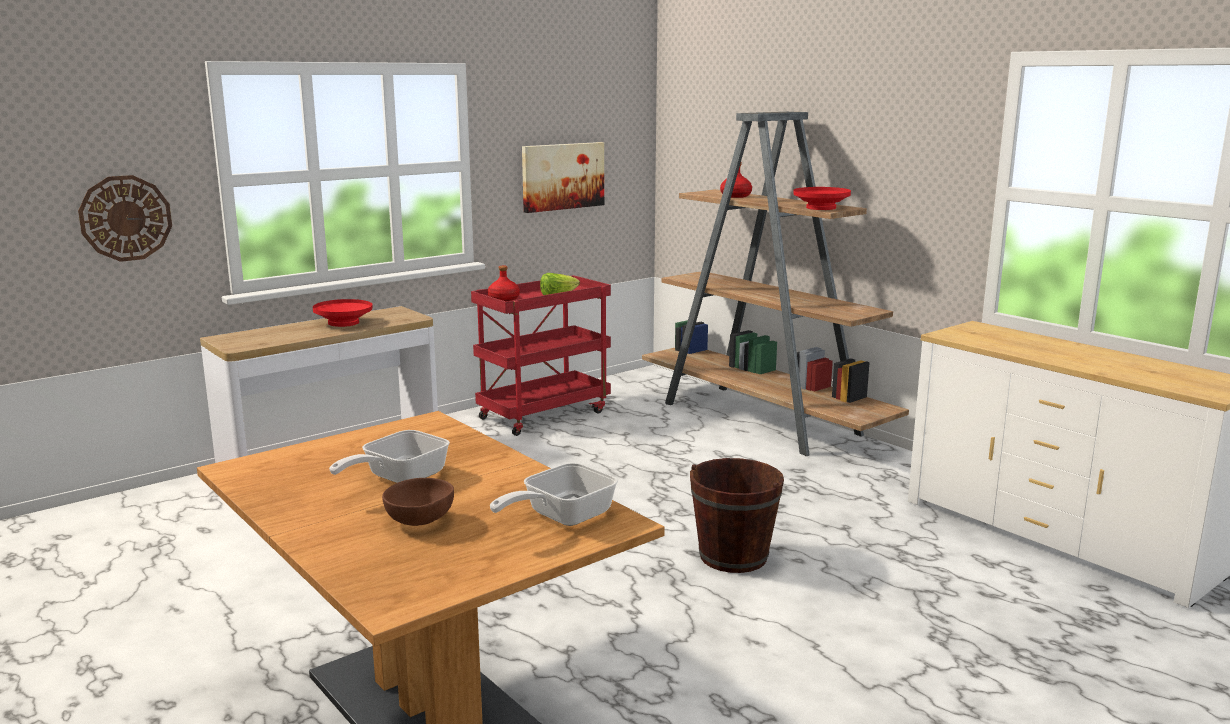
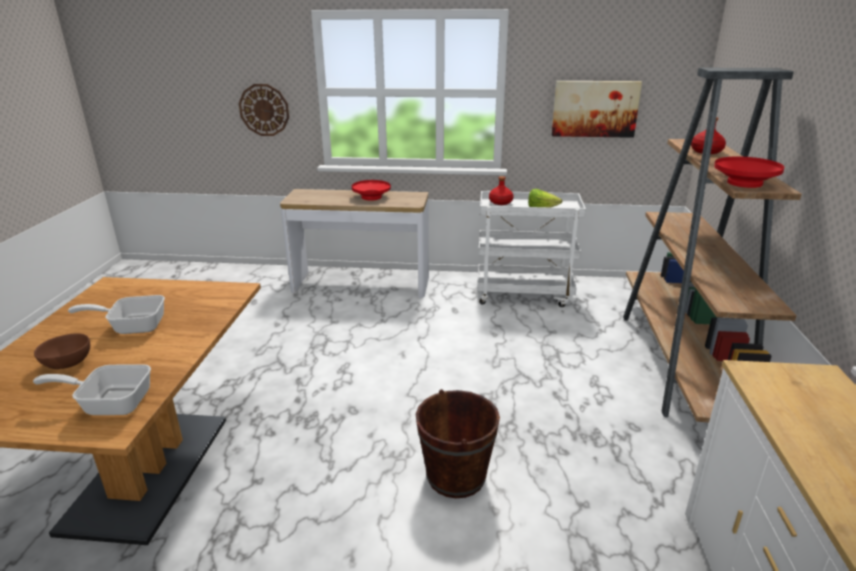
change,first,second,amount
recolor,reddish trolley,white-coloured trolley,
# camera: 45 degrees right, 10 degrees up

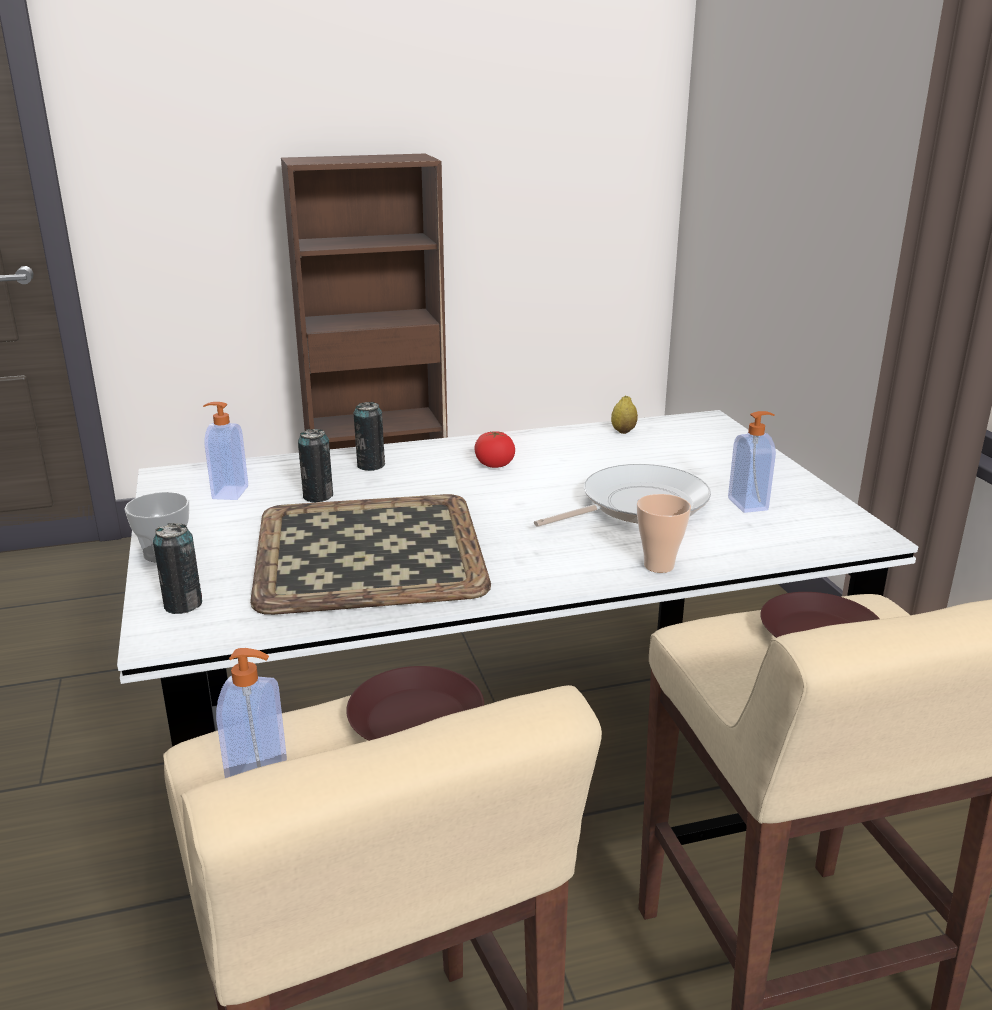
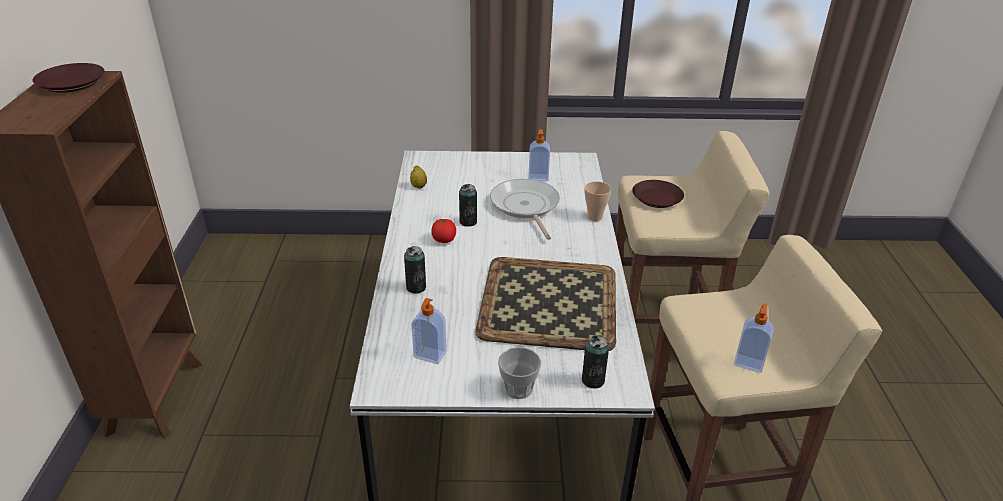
change,first,second,amount
move,can (2nd from left),,
move,brown plate (1st from left),,
# camera: 75 degrees left, 10 degrees up

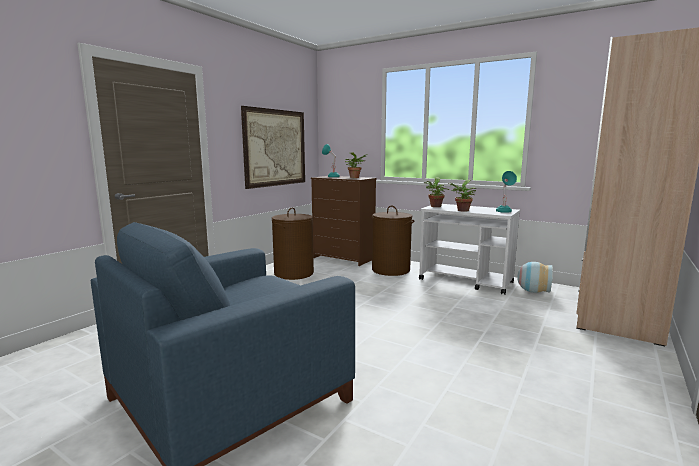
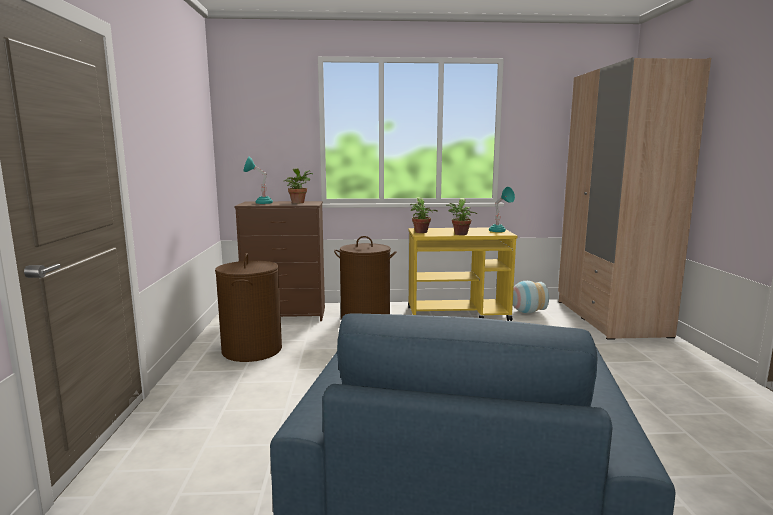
change,first,second,amount
delete,wall art,,
recolor,white-coloured trolley,yellow-coloured trolley,
# camera: 35 degrees left, 0 degrees up

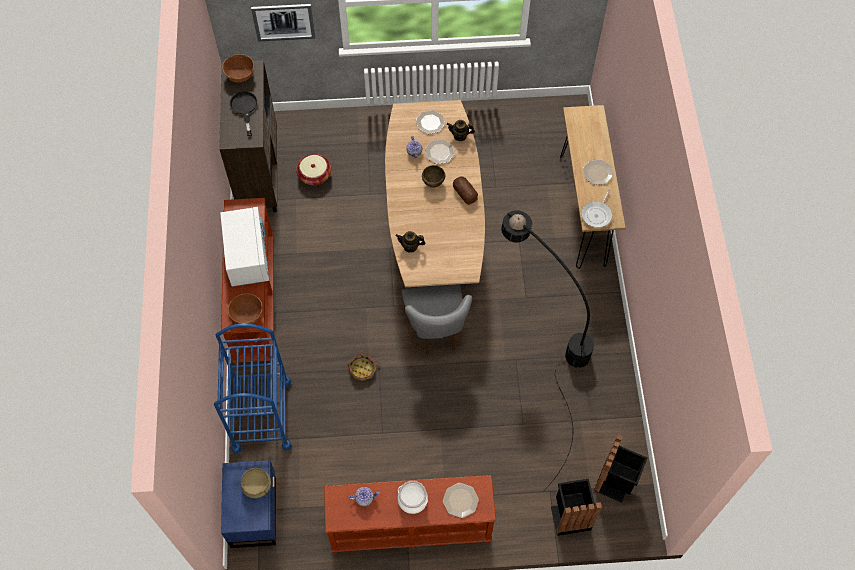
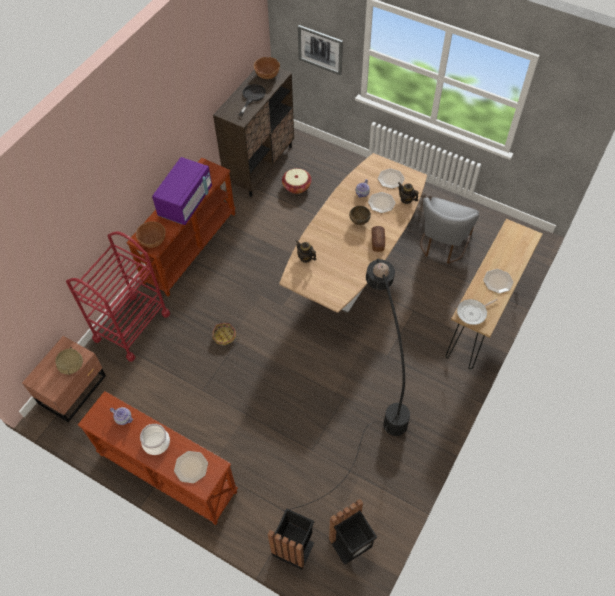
change,first,second,amount
move,grey upright chair,,
recolor,blue-coloured trolley,reddish trolley,
recolor,white-coloured kitchen microwave,purple kitchen microwave,
recolor,blue-coloured nightstand,brown nightstand,
# camera: 35 degrees right, 5 degrees down

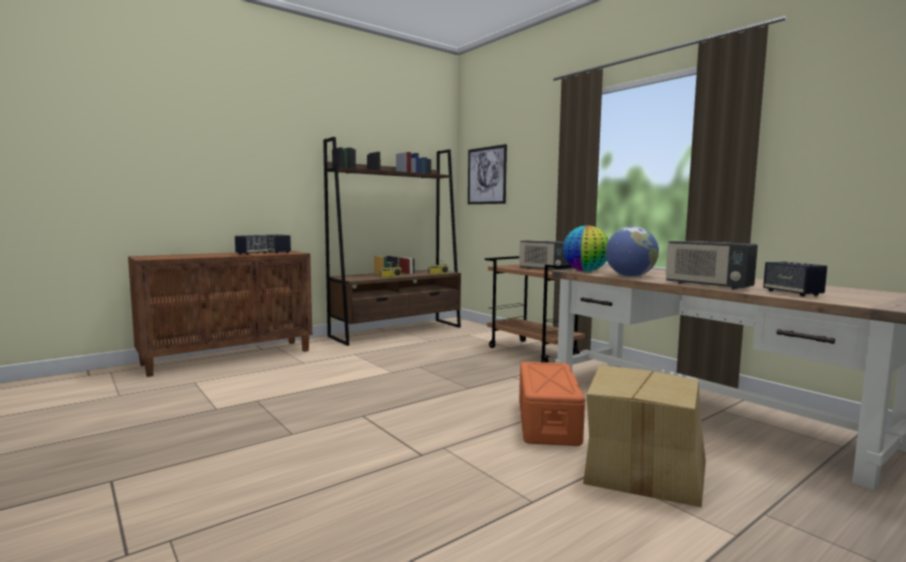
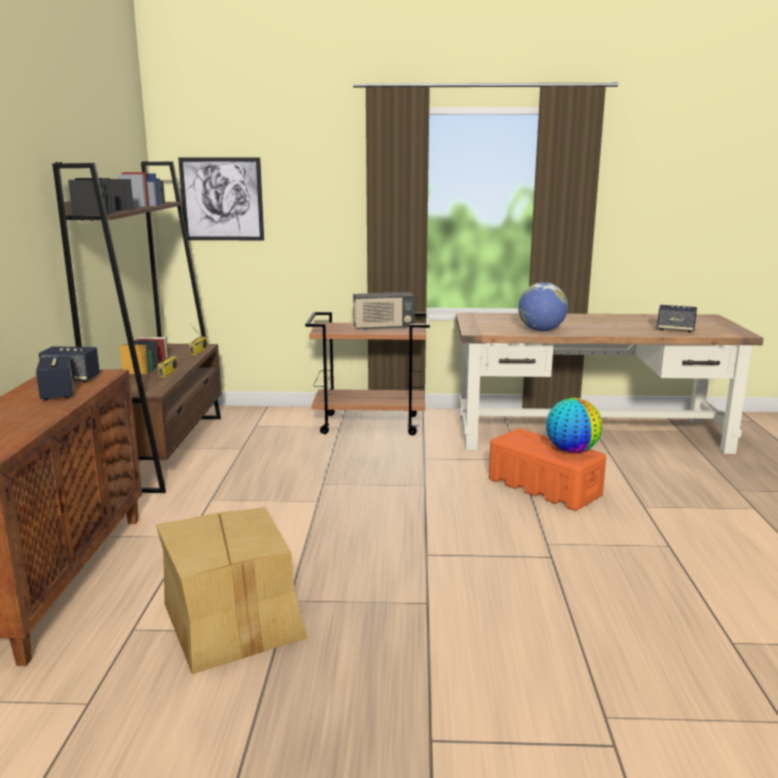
change,first,second,amount
delete,radio set (4th from left),,
move,globe (1st from left in the first image),globe (2nd from left),
move,packing box,,
# camera: 50 degrees left, 10 degrees up

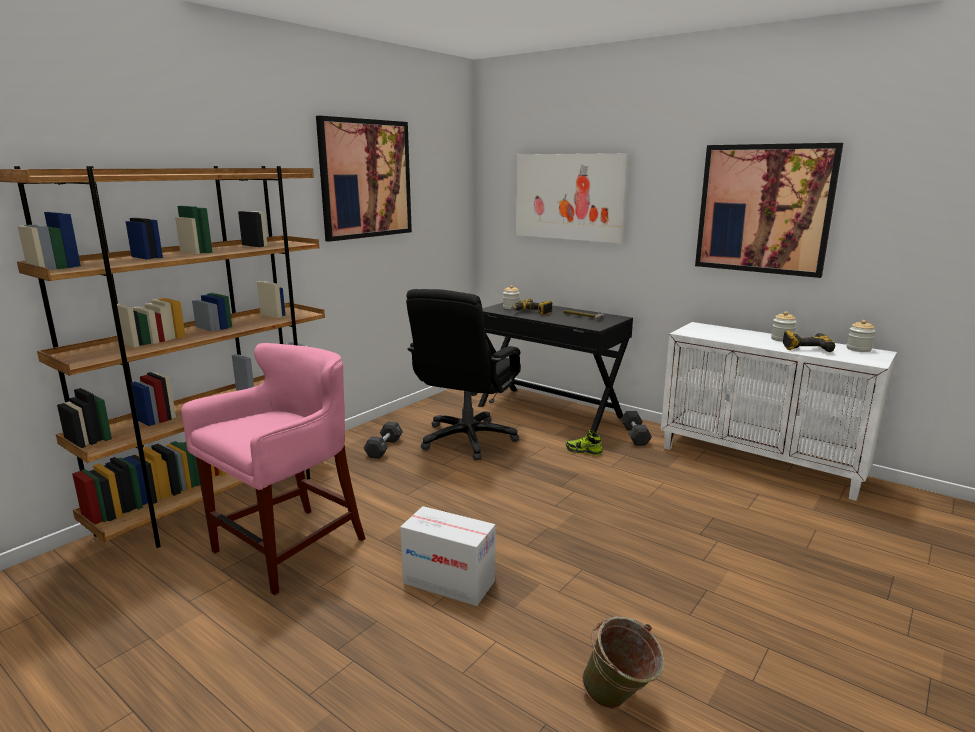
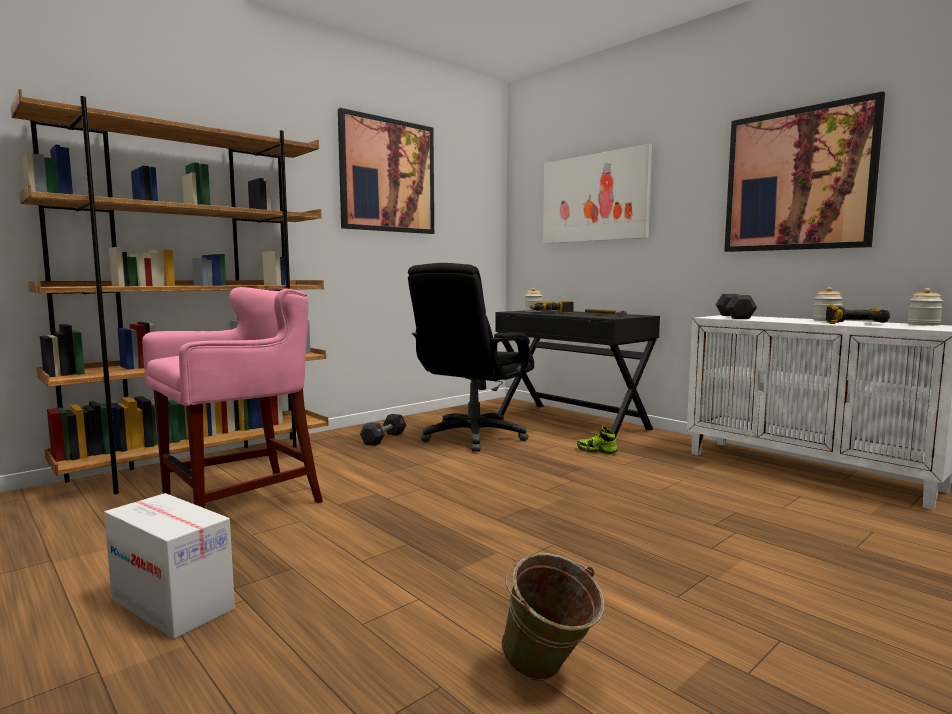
change,first,second,amount
move,packing box,,
move,blackish free weight (2nd from left),,
# camera: 10 degrees right, 10 degrees down

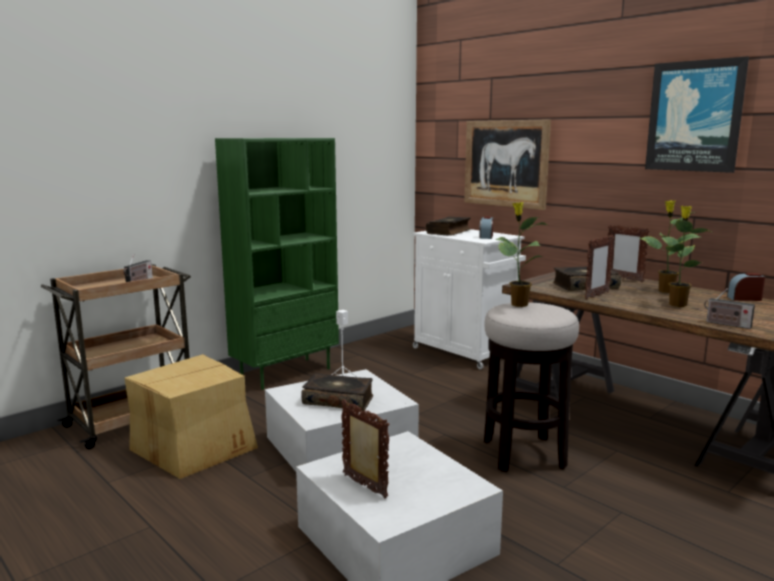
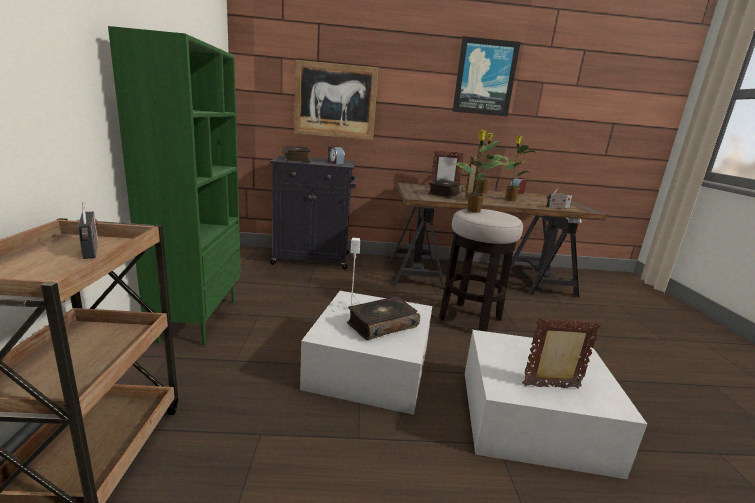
change,first,second,amount
delete,packing box,,
recolor,white-coloured cupboard,blackish cupboard,
# camera: 50 degrees left, 5 degrees up

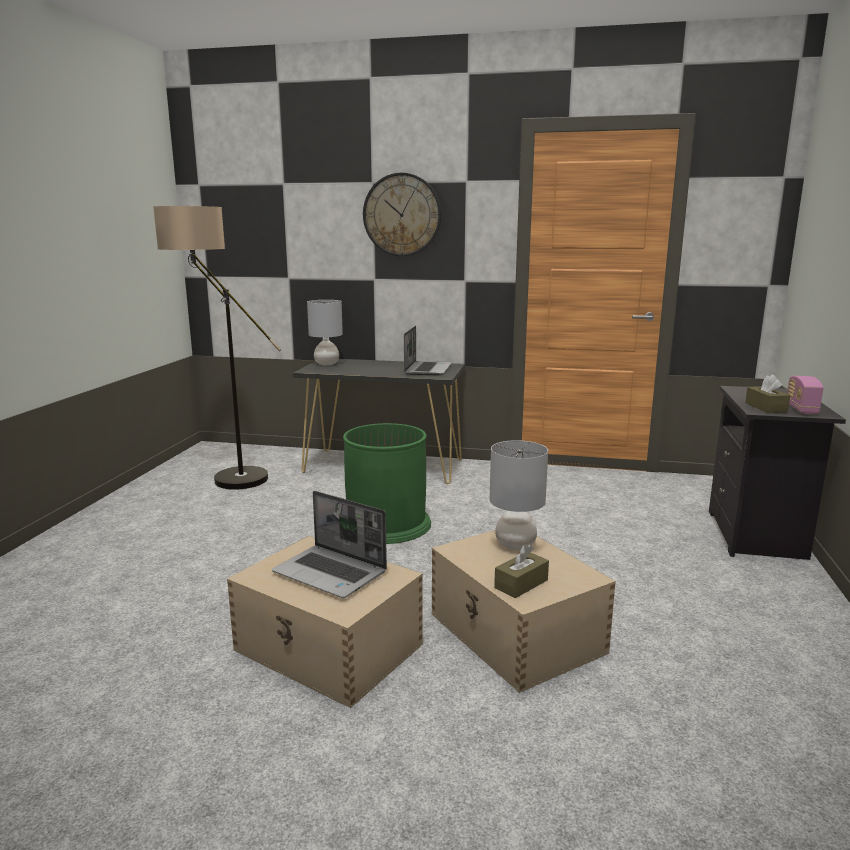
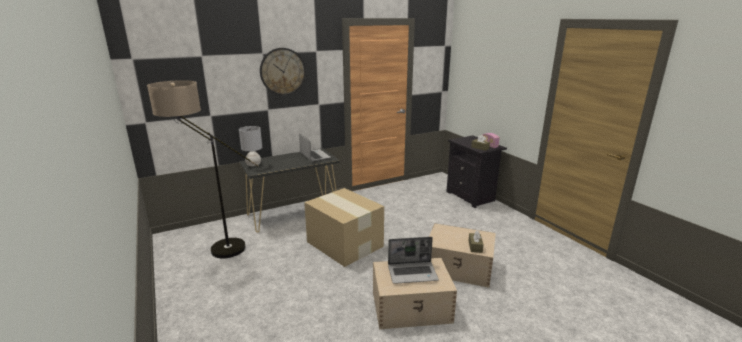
change,first,second,amount
delete,grey tabletop lamp (2nd from left),,
replace,green trash can,packing box,
# camera: 40 degrees left, 5 degrees up

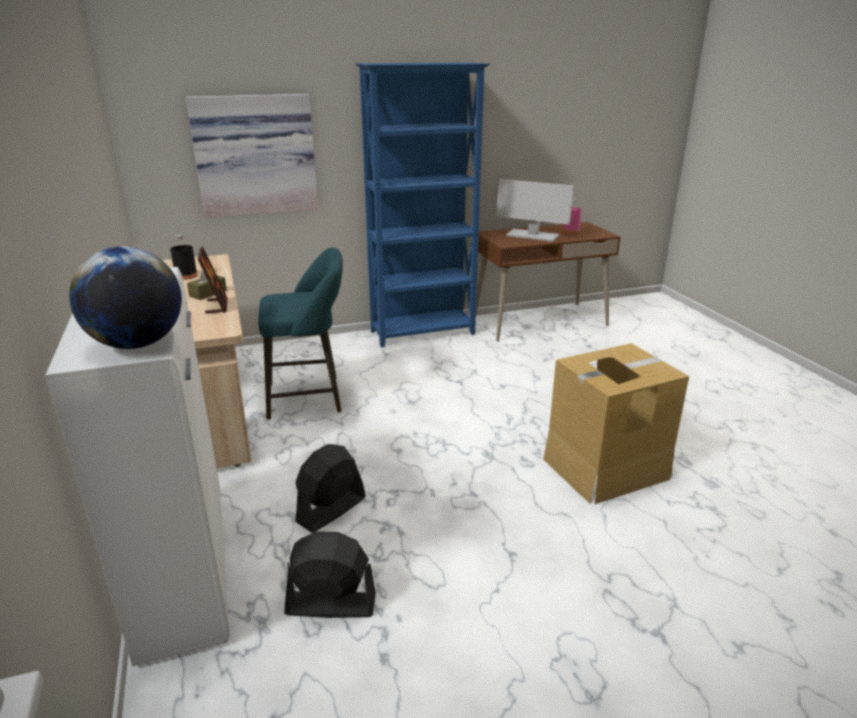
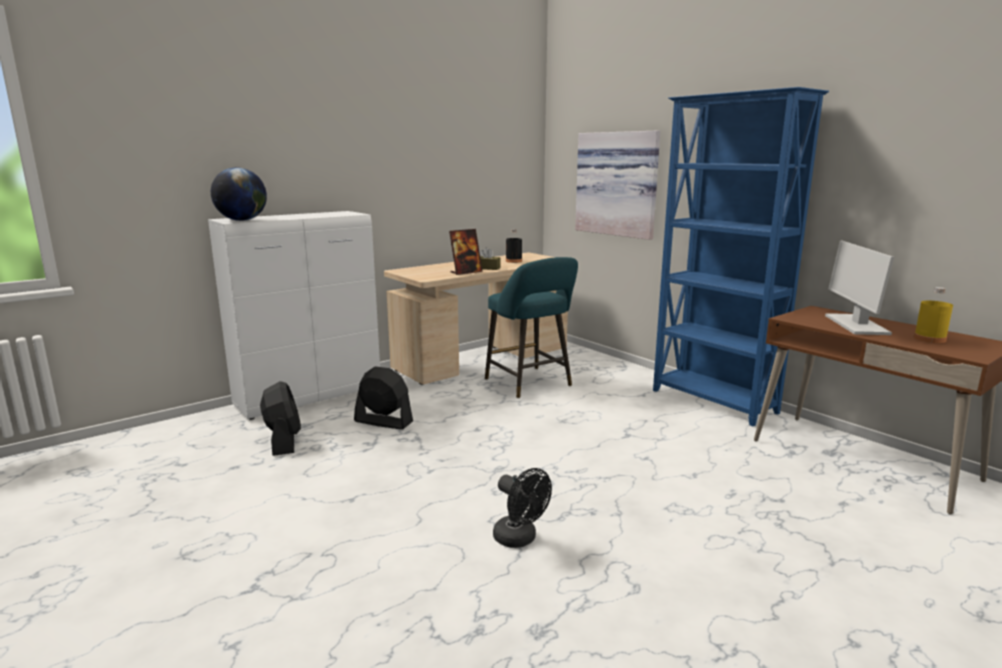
change,first,second,amount
replace,packing box,blackish electric fan (3rd from left),
recolor,pink drink bottle,yellow-coloured drink bottle,
# camera: 70 degrees right, 10 degrees down

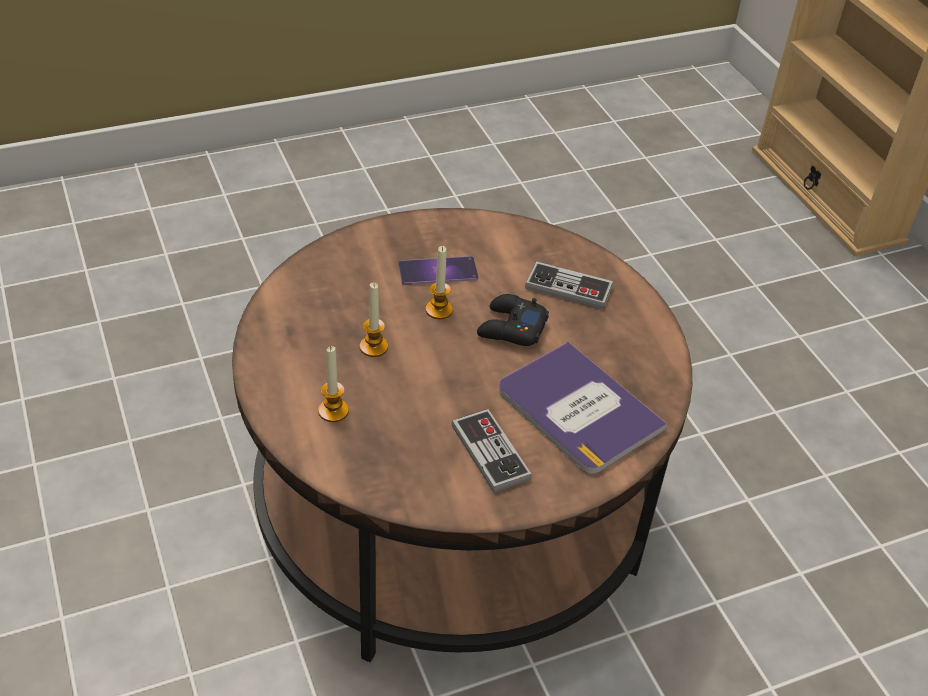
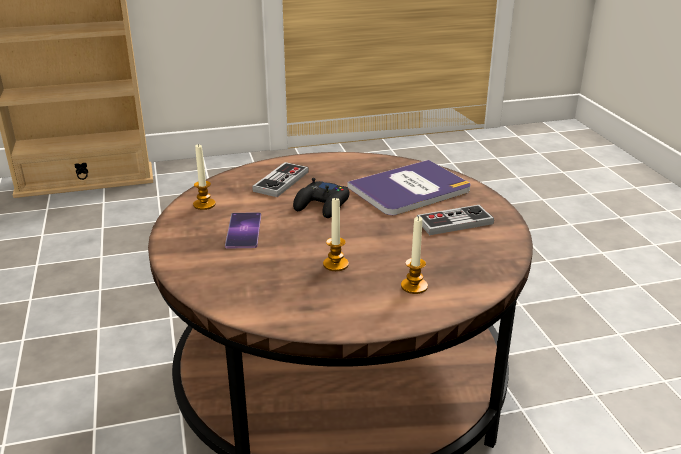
change,first,second,amount
move,wax candle (3rd from left in the first image),wax candle (1st from left),
# camera: 80 degrees left, 15 degrees down

